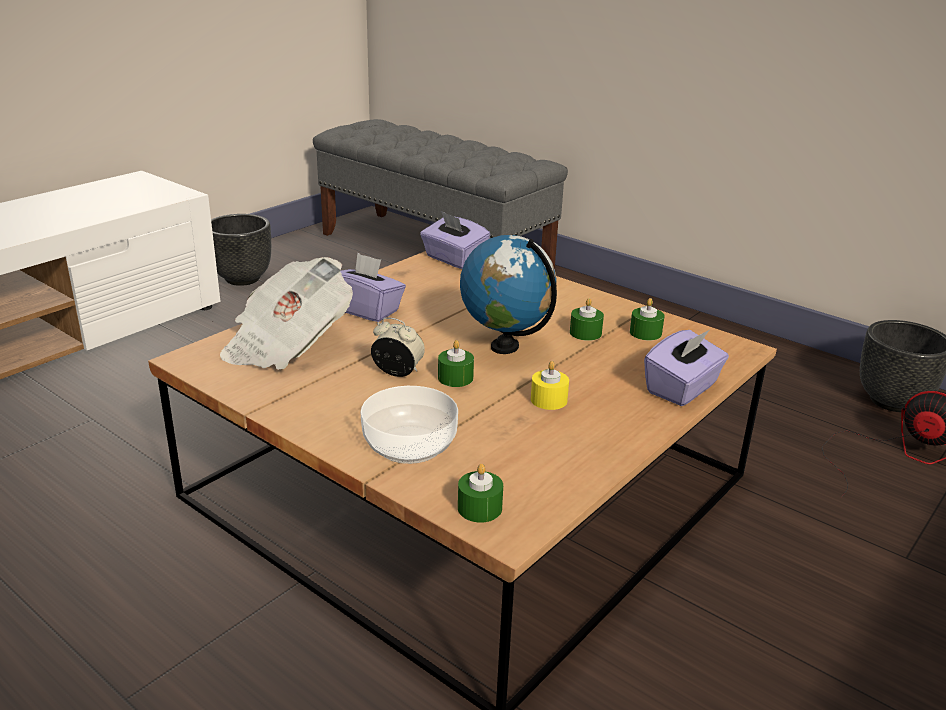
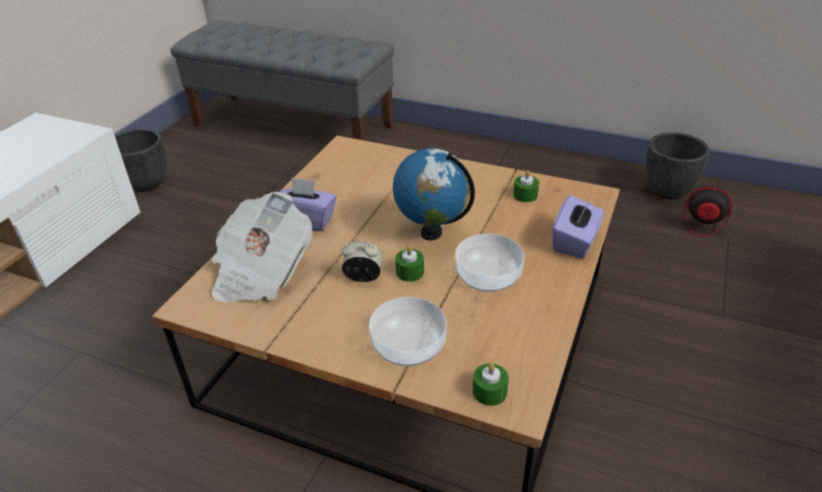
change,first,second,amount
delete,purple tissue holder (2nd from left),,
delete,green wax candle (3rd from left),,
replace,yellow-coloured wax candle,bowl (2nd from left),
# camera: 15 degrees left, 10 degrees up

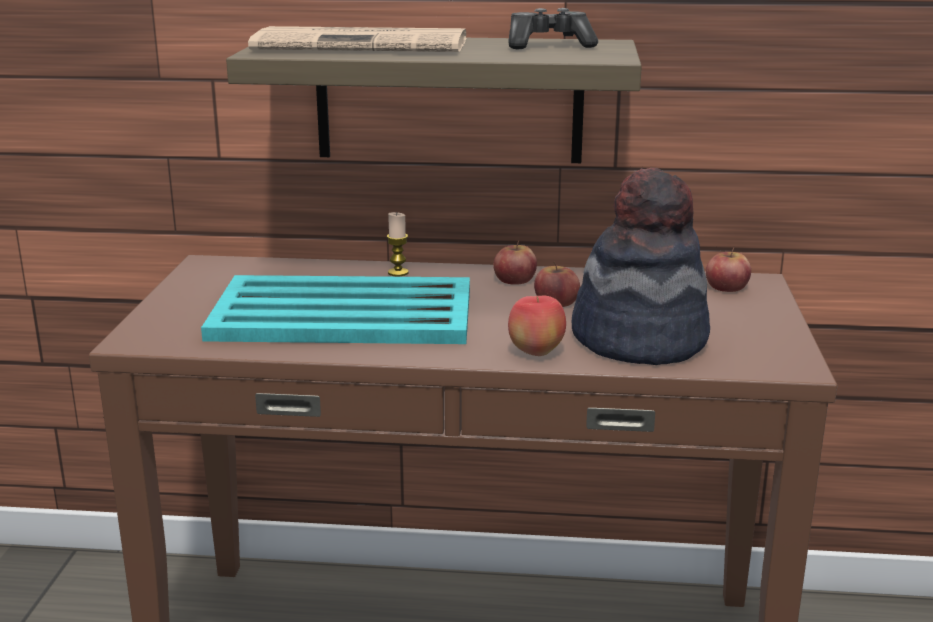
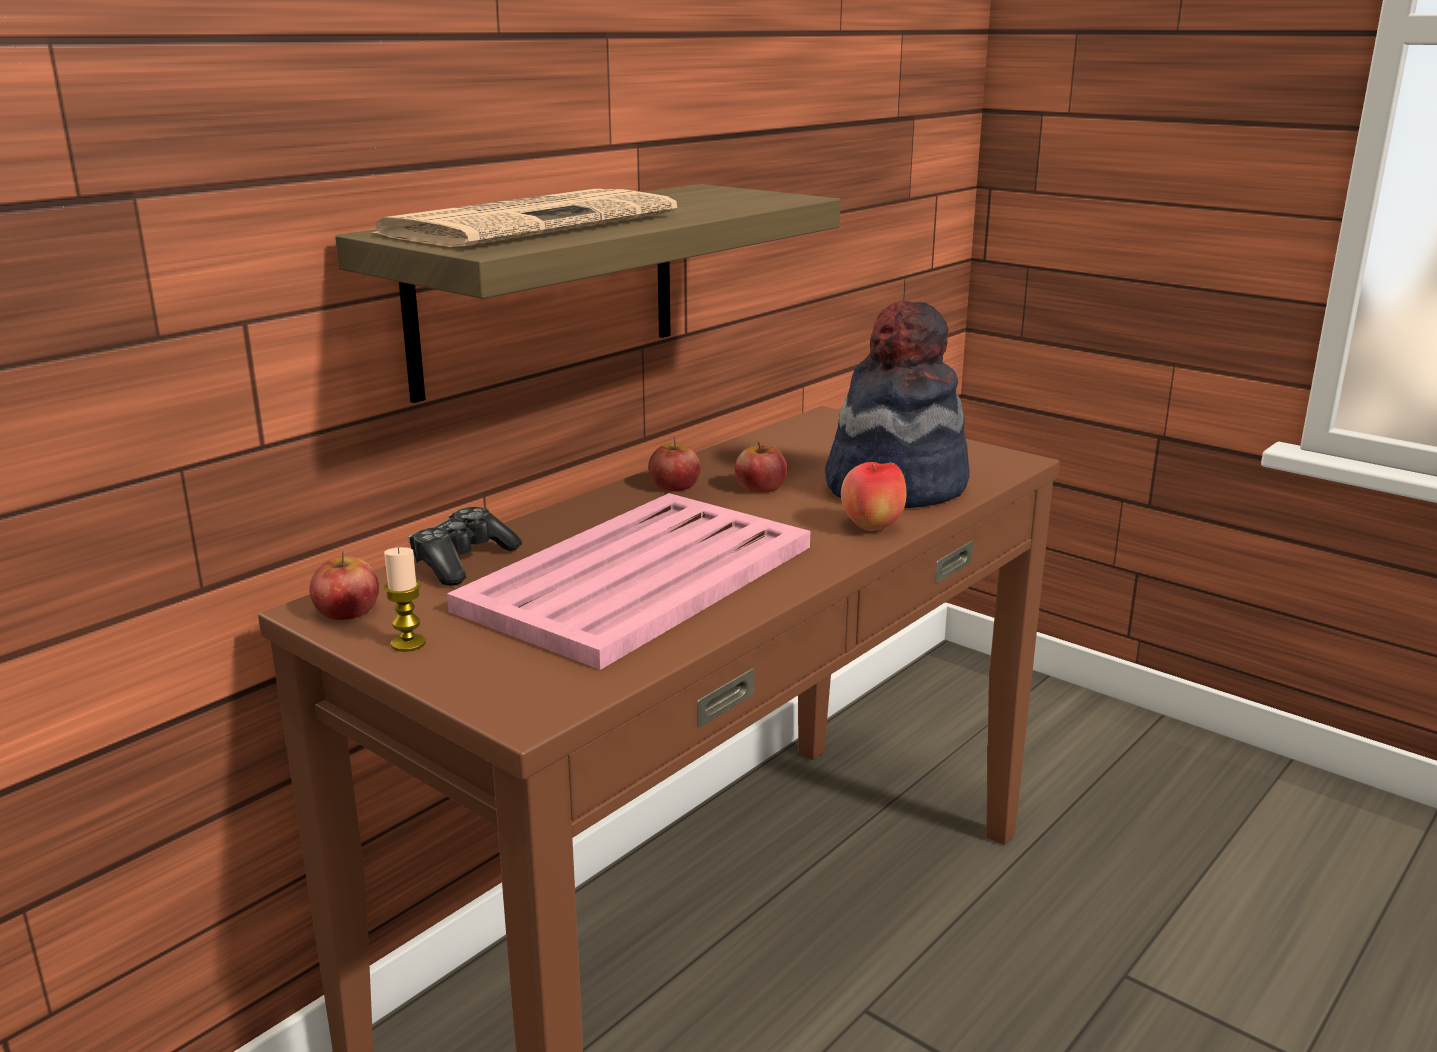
change,first,second,amount
move,wax candle,,
move,gamepad,,
move,apple fruit (4th from left in the first image),apple fruit (1st from left),
recolor,blue-green tray,pink tray,
# camera: 55 degrees left, 0 degrees up

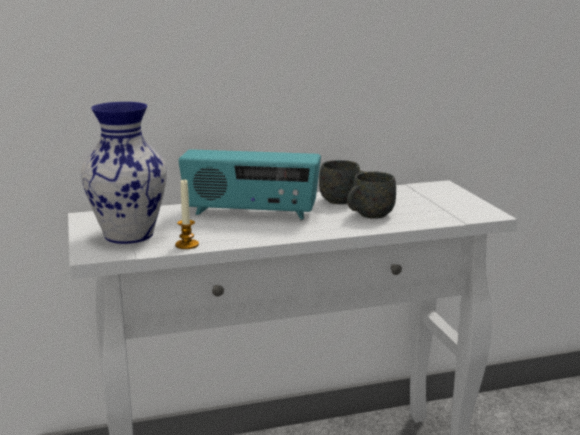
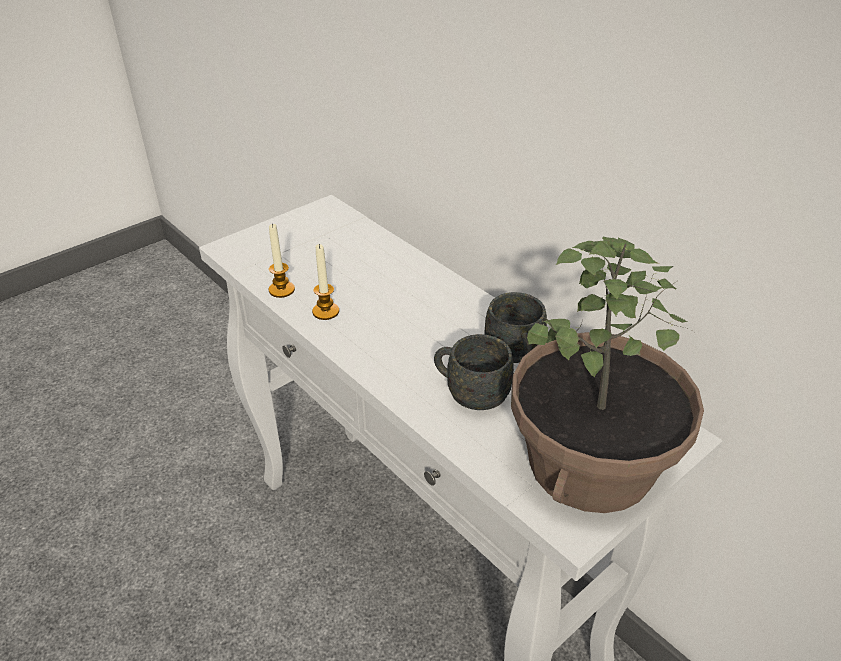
change,first,second,amount
delete,flower vase,,
delete,radio set,,
insert,,wax candle (2nd from left),
insert,,houseplant,
# camera: 65 degrees right, 20 degrees up

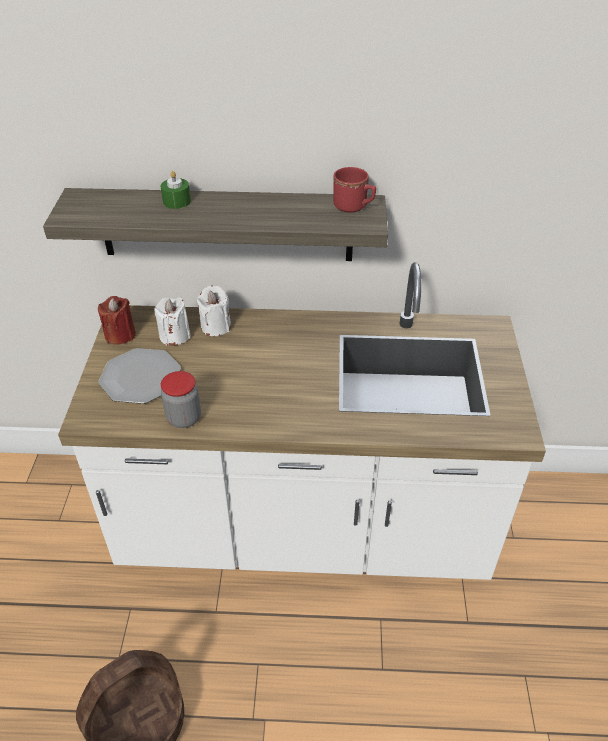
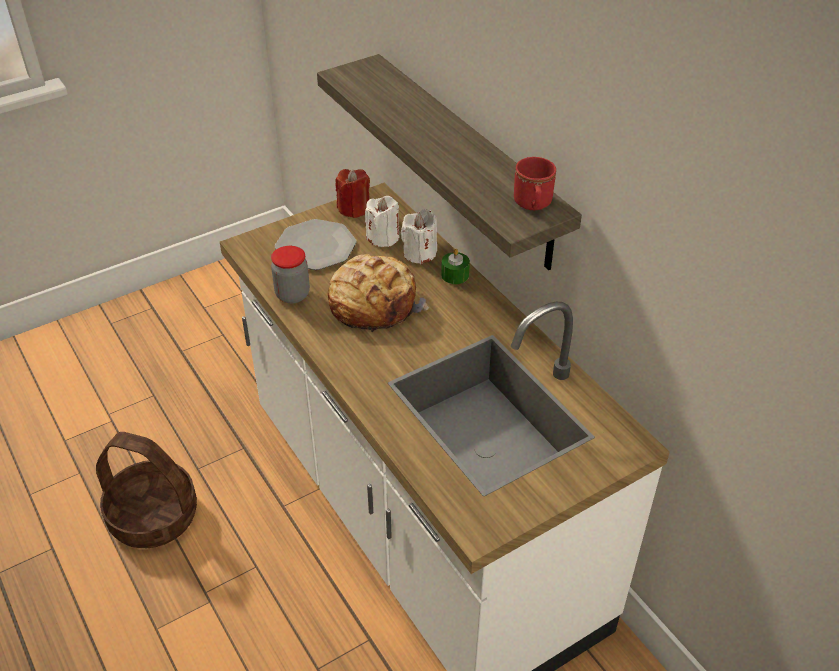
change,first,second,amount
insert,,baked bread,
move,green wax candle,,
# camera: 55 degrees right, 0 degrees up

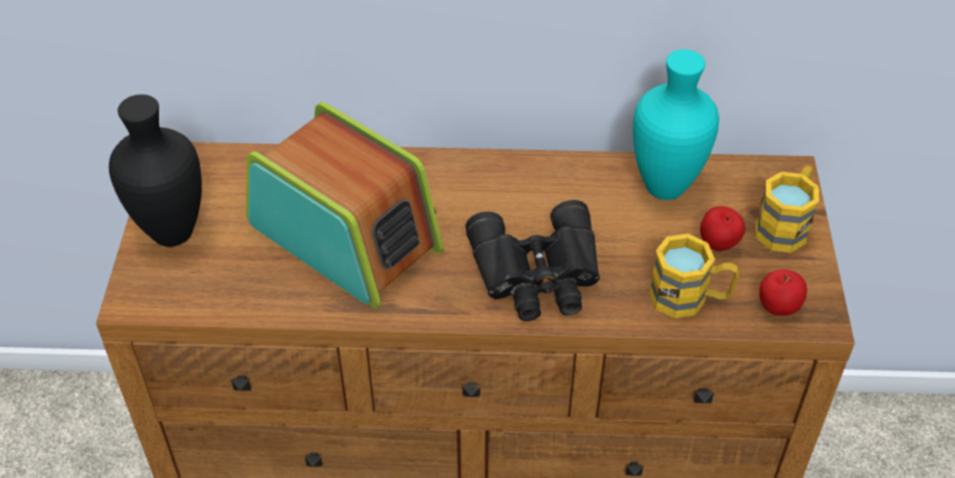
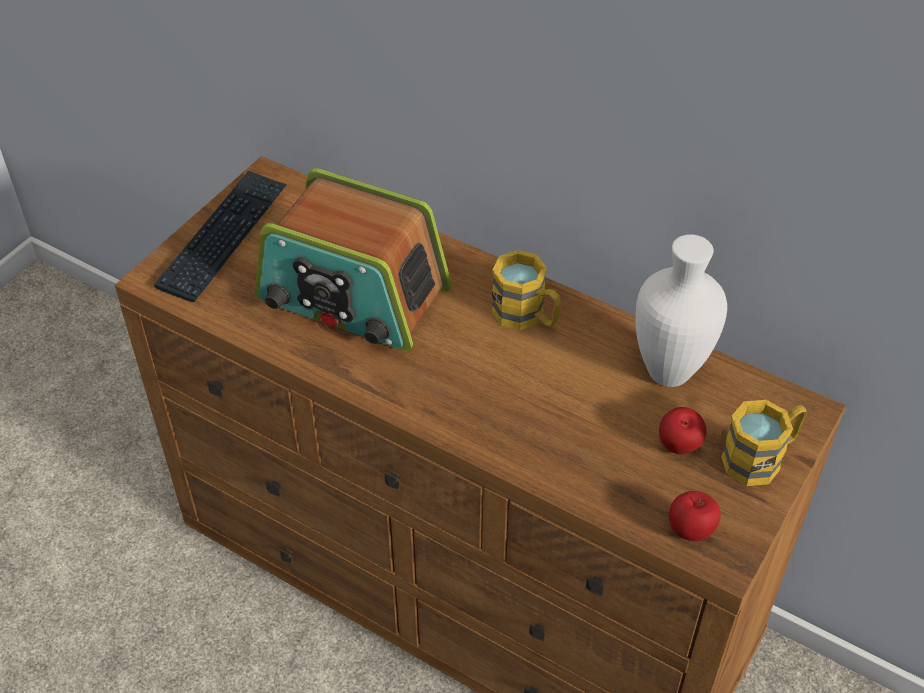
change,first,second,amount
delete,blackish pair of binoculars,,
move,yellow-coloured tea mug (1st from left),,
replace,blackish flower vase,keyboard,
recolor,blue-green flower vase,white-coloured flower vase,
rotate,radio set,,135 degrees clockwise
# camera: 30 degrees right, 0 degrees up

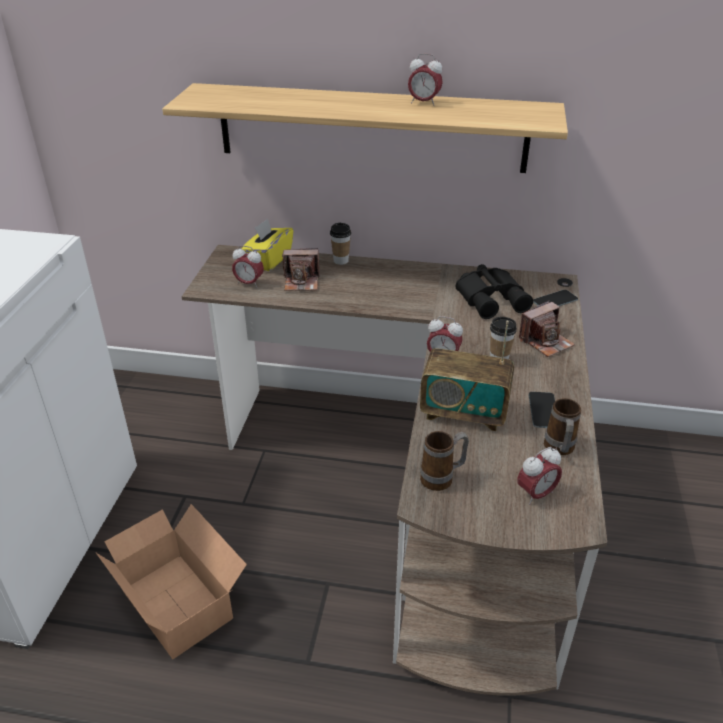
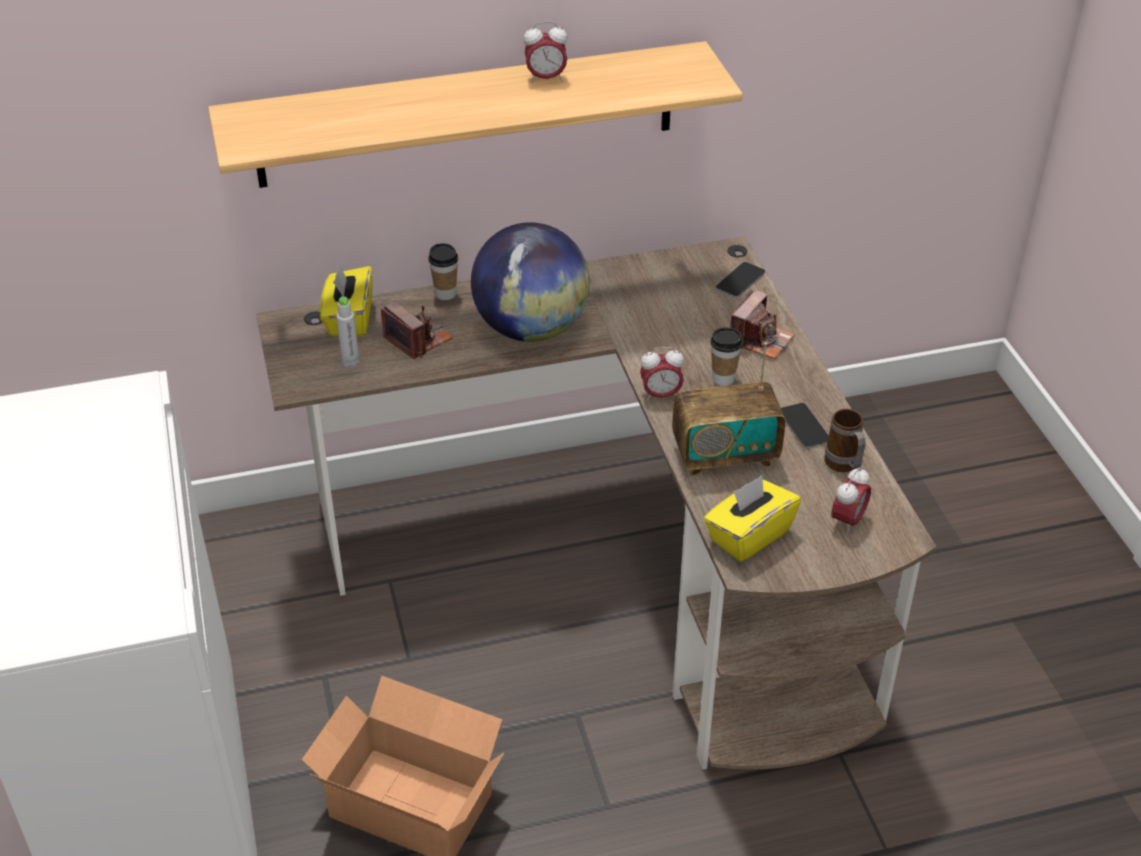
change,first,second,amount
delete,blackish pair of binoculars,,
insert,,globe,
replace,bedside clock (1st from left),grey drink bottle,
replace,tea mug (1st from left),yellow-coloured tissue holder (2nd from left),
rotate,still camera (1st from left),,105 degrees counterclockwise
# camera: 25 degrees left, 5 degrees up

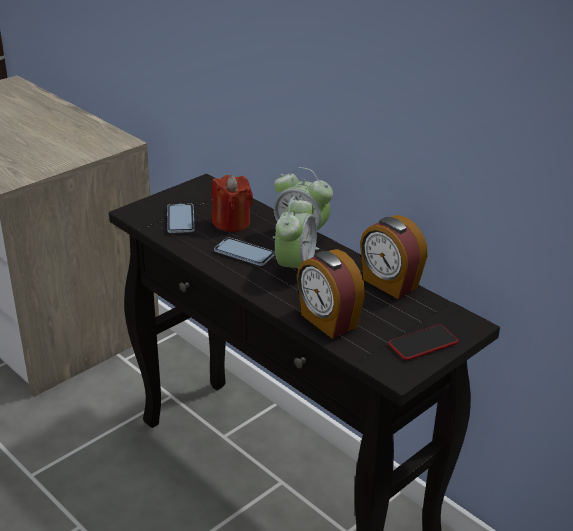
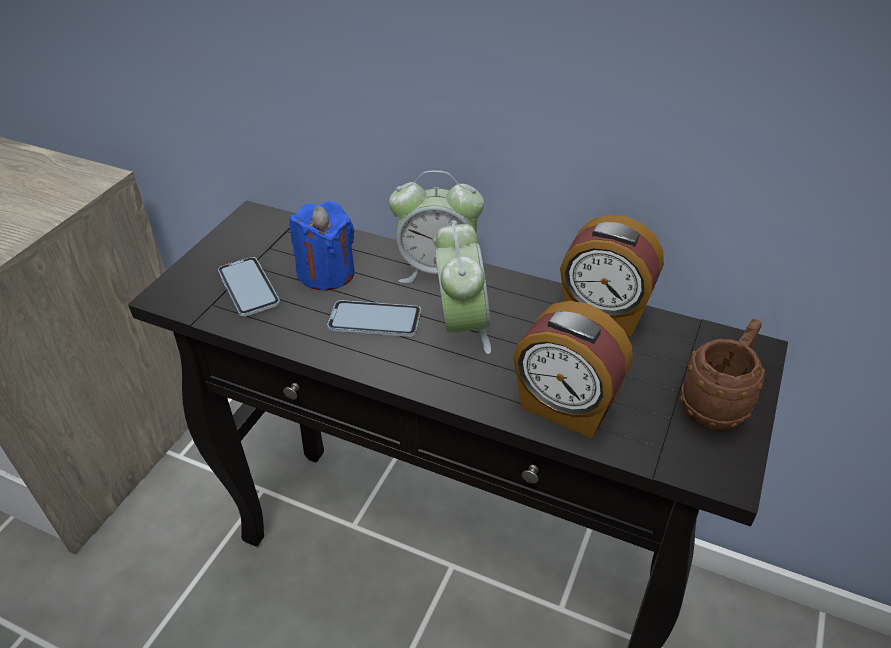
change,first,second,amount
replace,handset (3rd from left),brown tea mug,
recolor,reddish wax candle,blue-coloured wax candle,
# camera: 20 degrees left, 10 degrees up

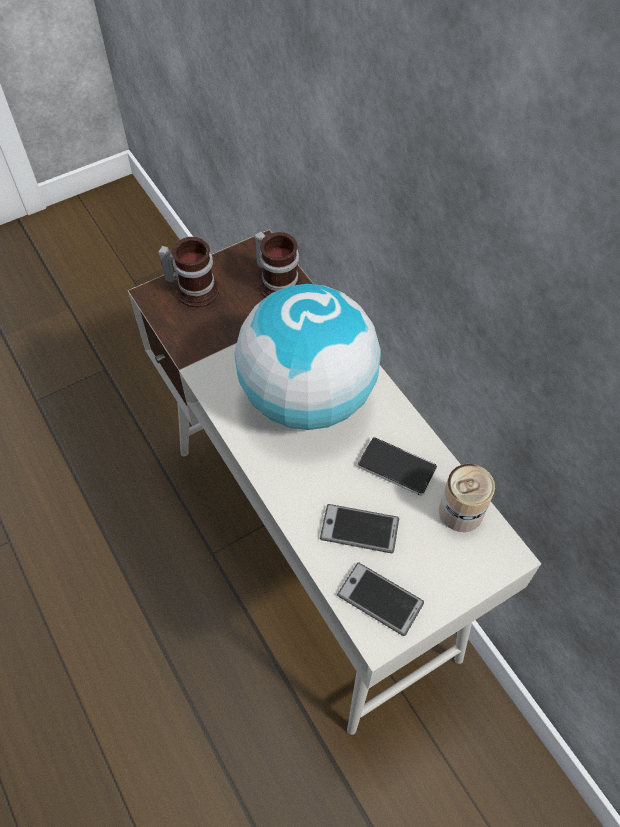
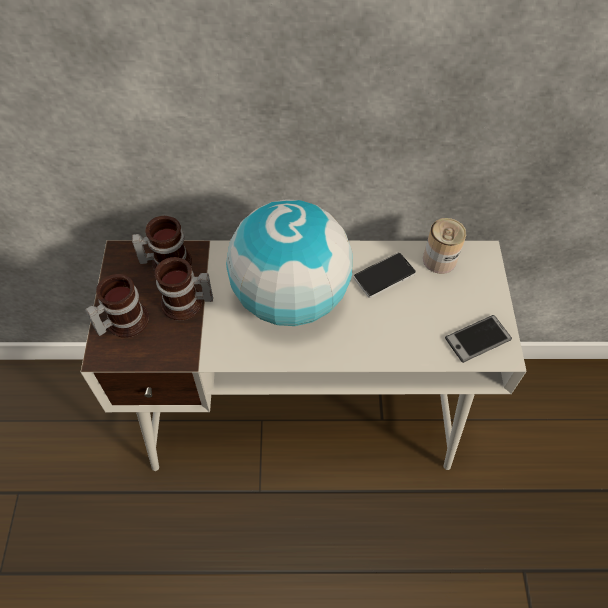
change,first,second,amount
delete,handset (1st from left),,
insert,,tea mug (3rd from left),
# camera: 60 degrees left, 0 degrees up

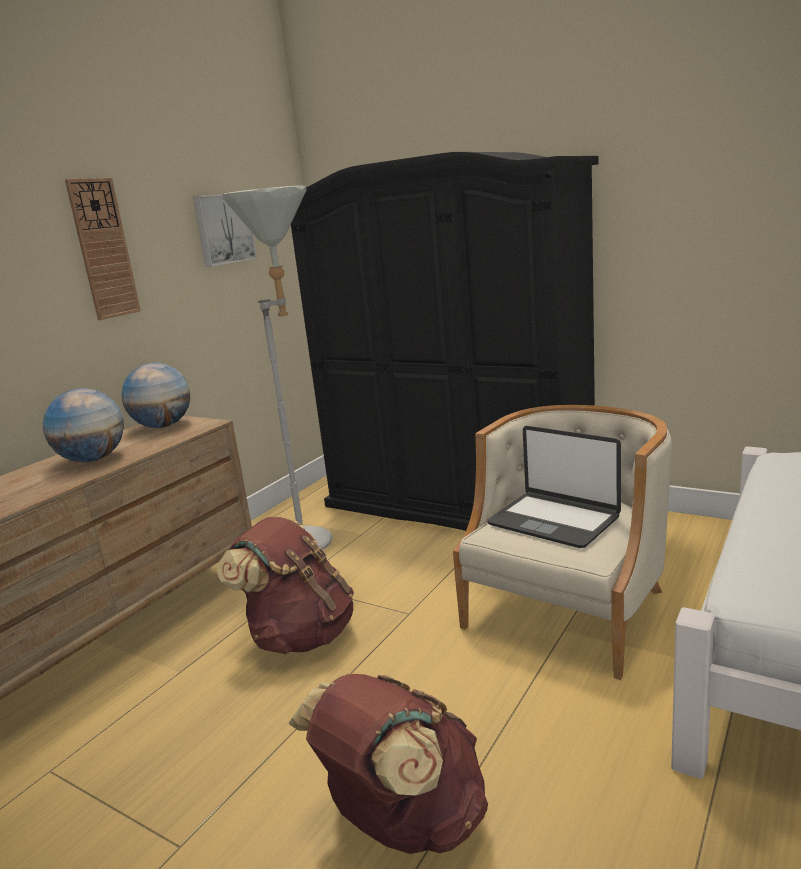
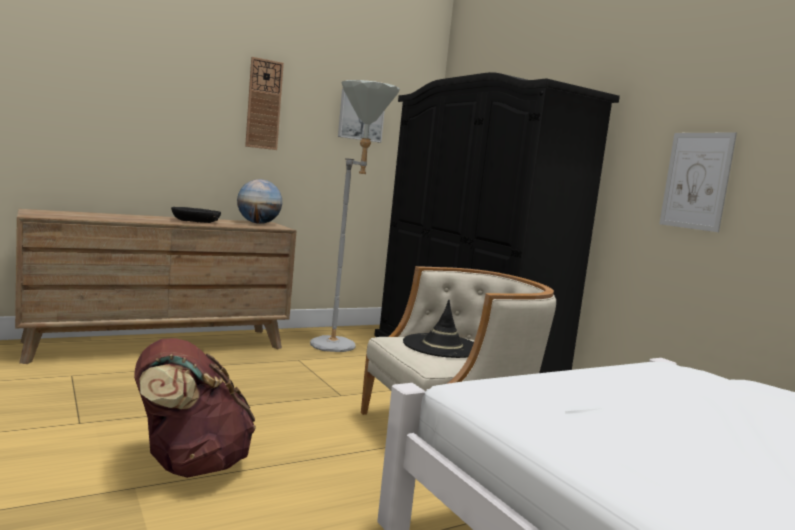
change,first,second,amount
delete,brown backpack (1st from left),,
insert,,wall art (2nd from left),
replace,globe (1st from left),blackish bowl,
replace,laptop,blackish hat,
# camera: 25 degrees right, 10 degrees down

